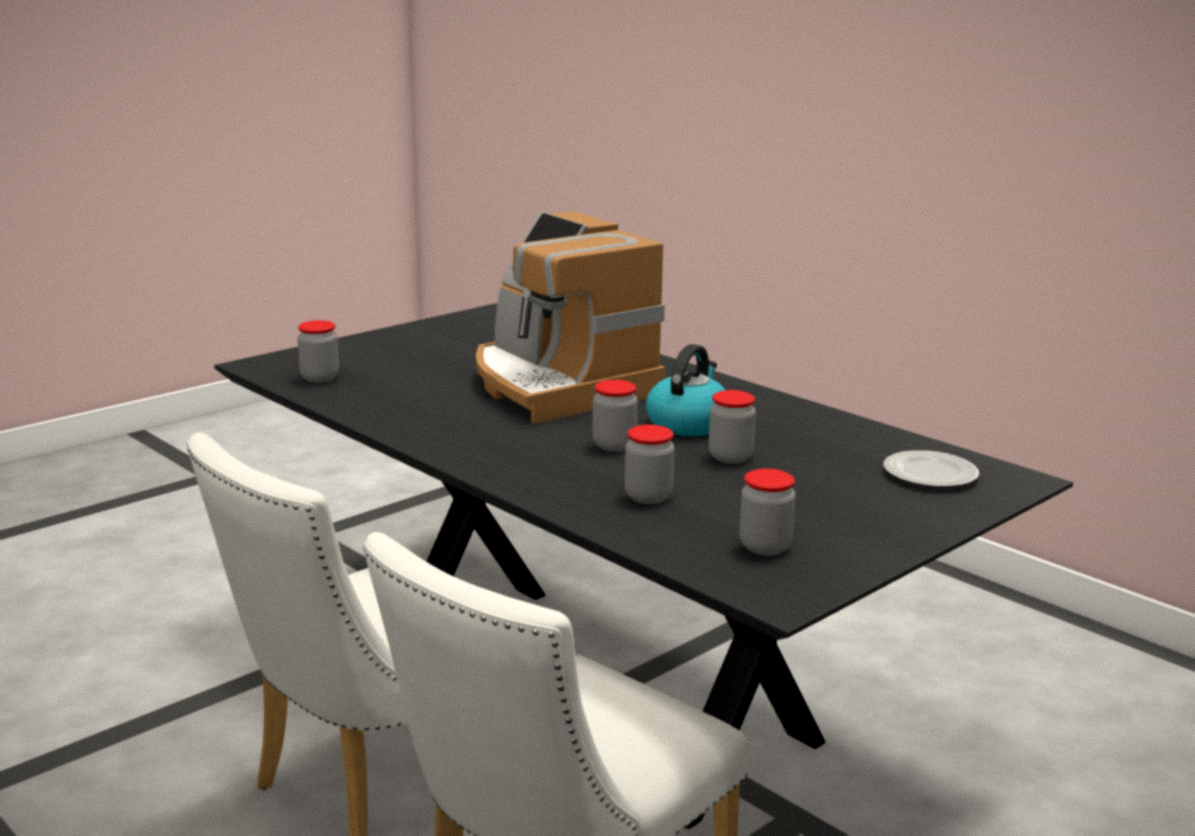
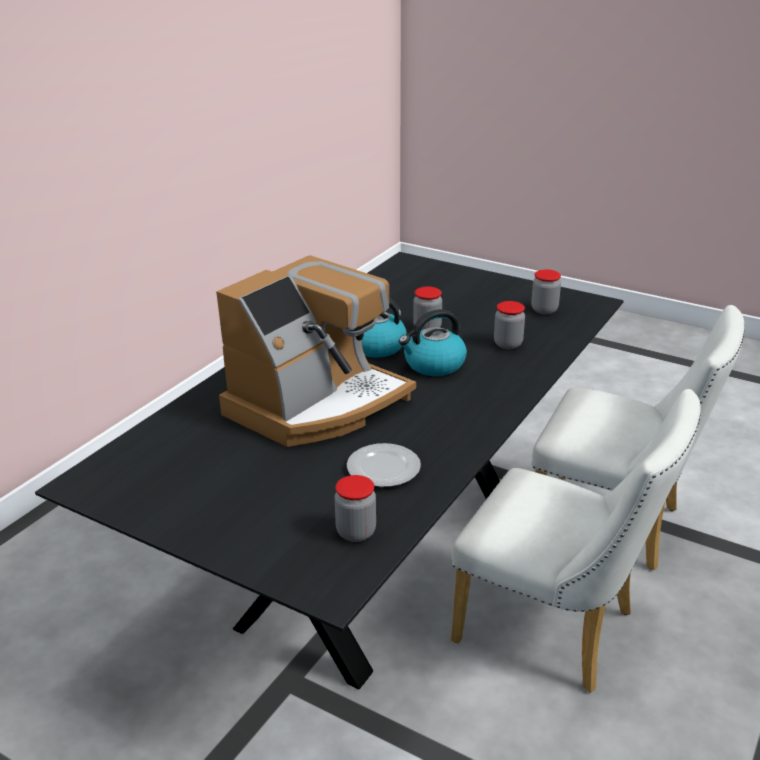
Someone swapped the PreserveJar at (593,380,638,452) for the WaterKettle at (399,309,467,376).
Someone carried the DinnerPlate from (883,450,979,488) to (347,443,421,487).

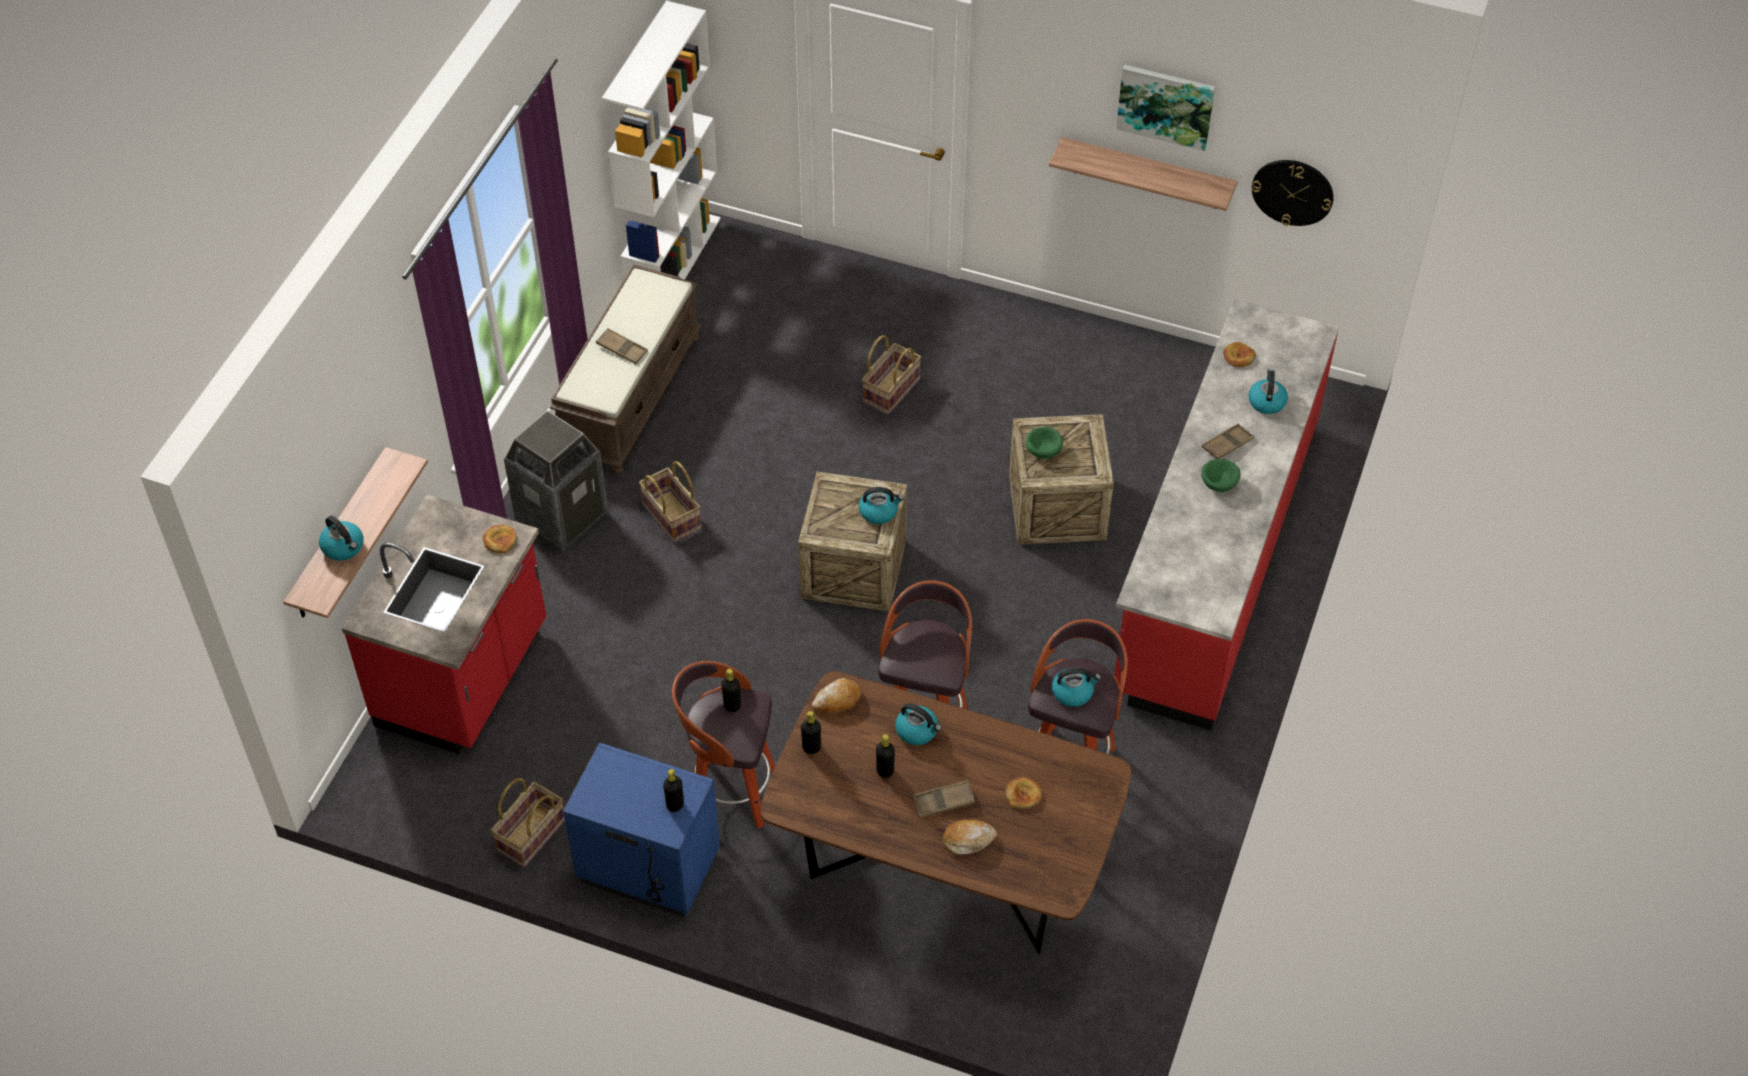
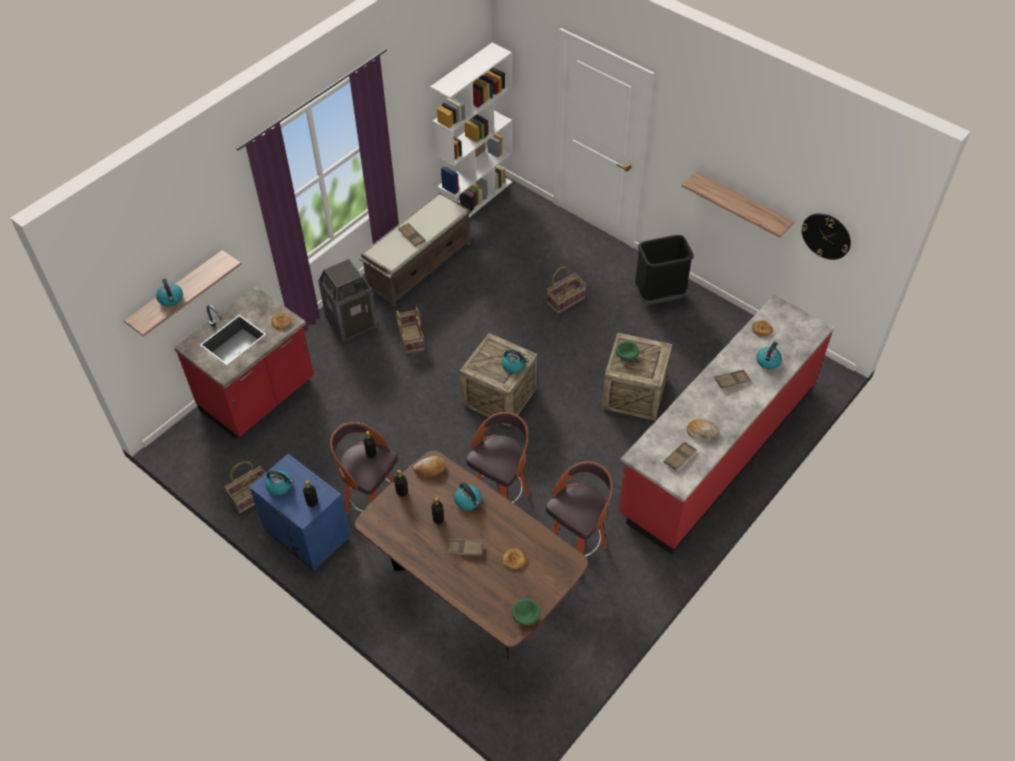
Someone took away the WallArt at (1116,65,1215,151).
Someone carried the GreenBowl from (1201,459,1241,492) to (512,599,540,626).
Someone carried the WaterKettle from (1052,668,1101,707) to (265,471,294,495).
Someone carried the BakeryBread from (943,820,997,855) to (687,419,719,439).
Someone put down the BlackishTrashCan at (635,235,694,305).
Someone put down the BrownishTray at (664,441,697,470).

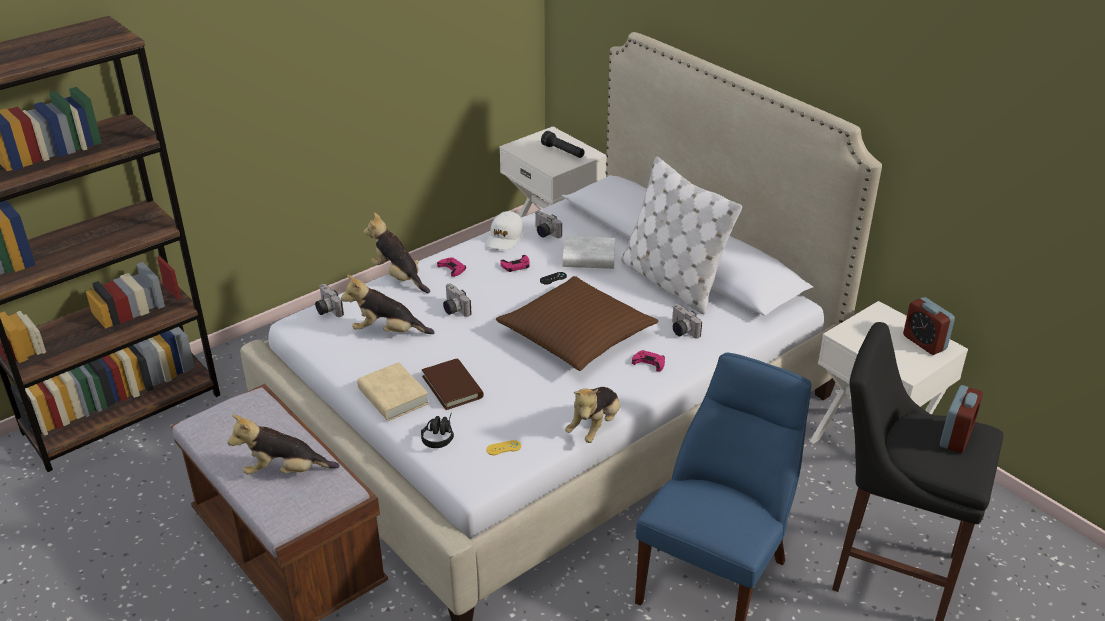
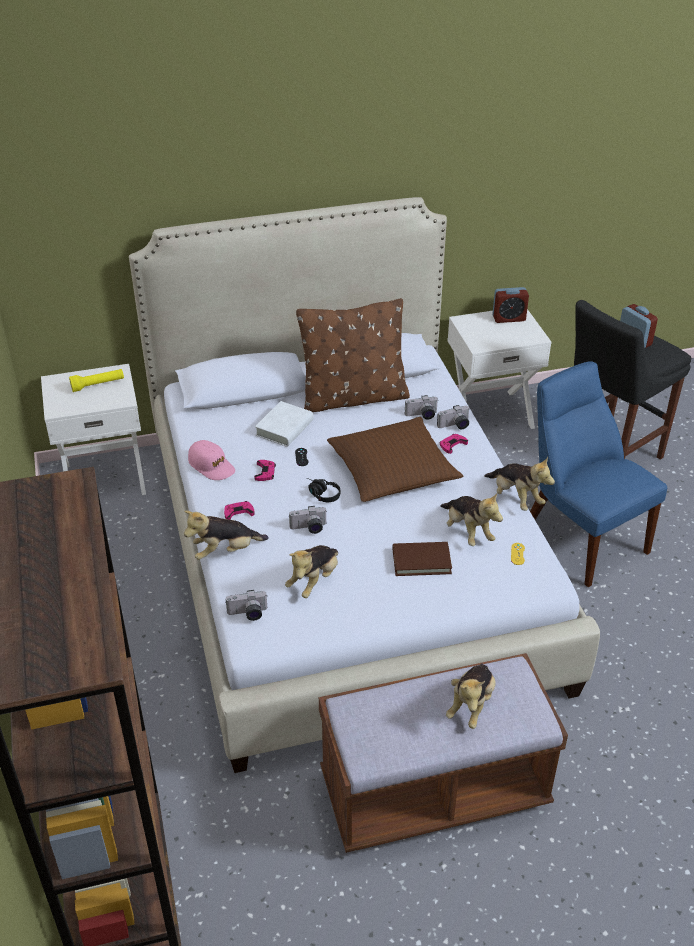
Someone repainted the BlackishHandTorch at (541,131,585,158), which became the YellowishHandTorch at (69,369,124,392).
Someone repainted the WhiteColouredPillow at (621,157,742,314), which became the BrownishPillow at (296,298,410,412).
Someone repainted the WhiteColouredCap at (486,211,524,250), which became the PinkCap at (188,440,235,480).
Someone carried the PhotoCamera from (535,211,562,238) to (437,405,469,429).
Someone took away the BeigeBook at (357,362,429,421).
Someone carried the BlackishHeadset from (421,413,454,448) to (307,478,341,502).
Someone put down the PlushToy at (440,493,503,546).

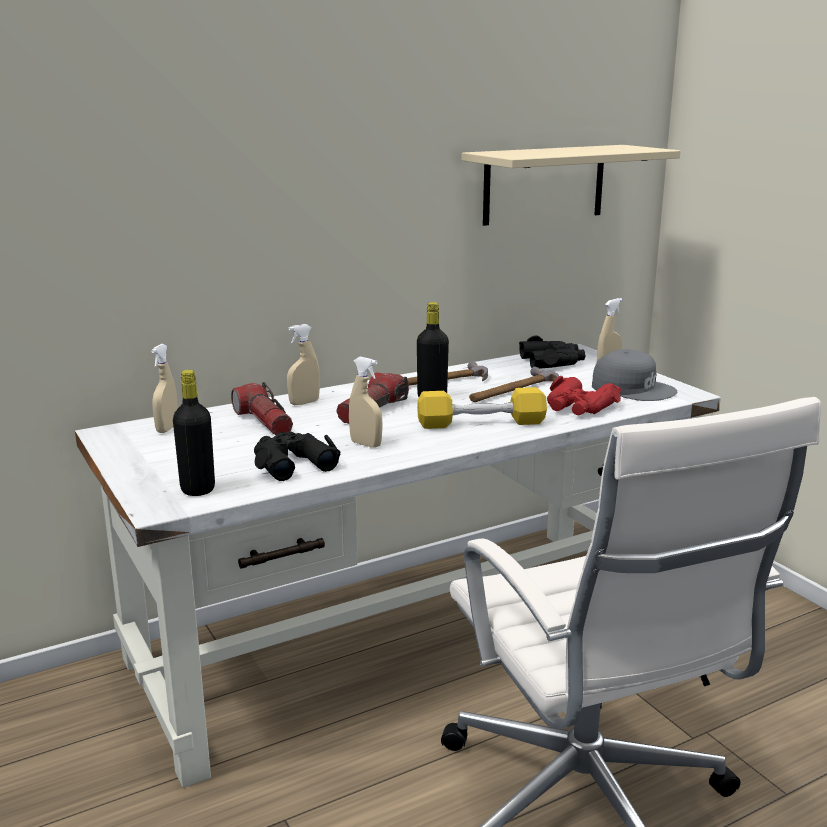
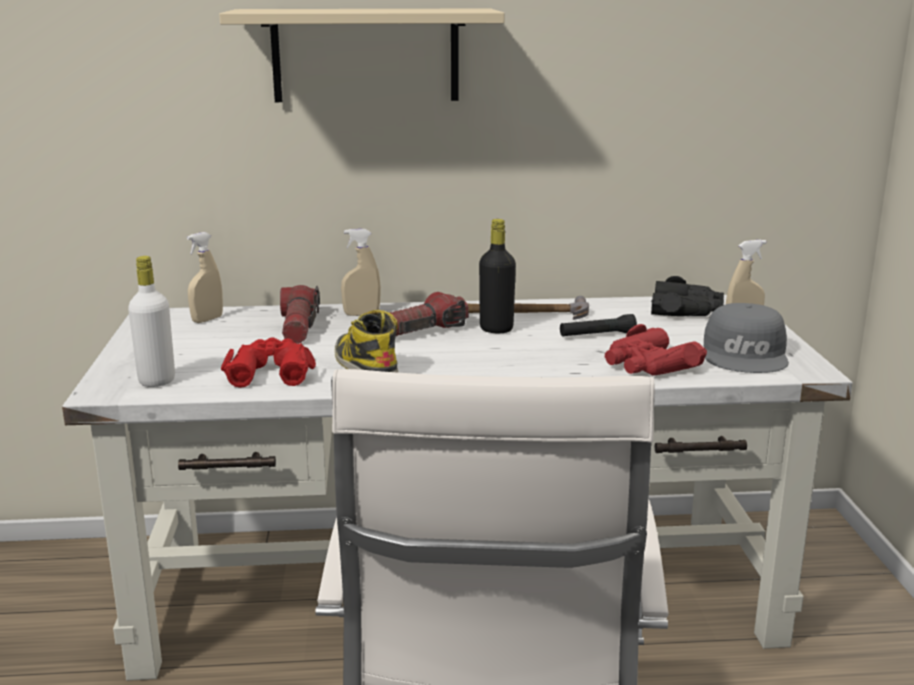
Someone carried the BeigeShelf from (462,145,681,226) to (219,8,505,102).
Someone rotated the GreyishCap at (592,349,677,401) by 45 degrees clockwise.
Someone swapped the BeigeSprayBottle at (349,357,383,448) for the TallBoot at (335,310,399,373).
Someone swapped the HandHammer at (469,367,559,402) for the BlackishHandTorch at (560,314,637,337).
Someone repainted the BlackishBeverageBottle at (173,370,215,496), which became the WhiteColouredBeverageBottle at (128,256,175,387).
Someone took away the YellowishFreeWeight at (417,387,547,429).
Someone repainted the BlackishPairOfBinoculars at (254,431,341,481), which became the RedPairOfBinoculars at (221,337,316,388).

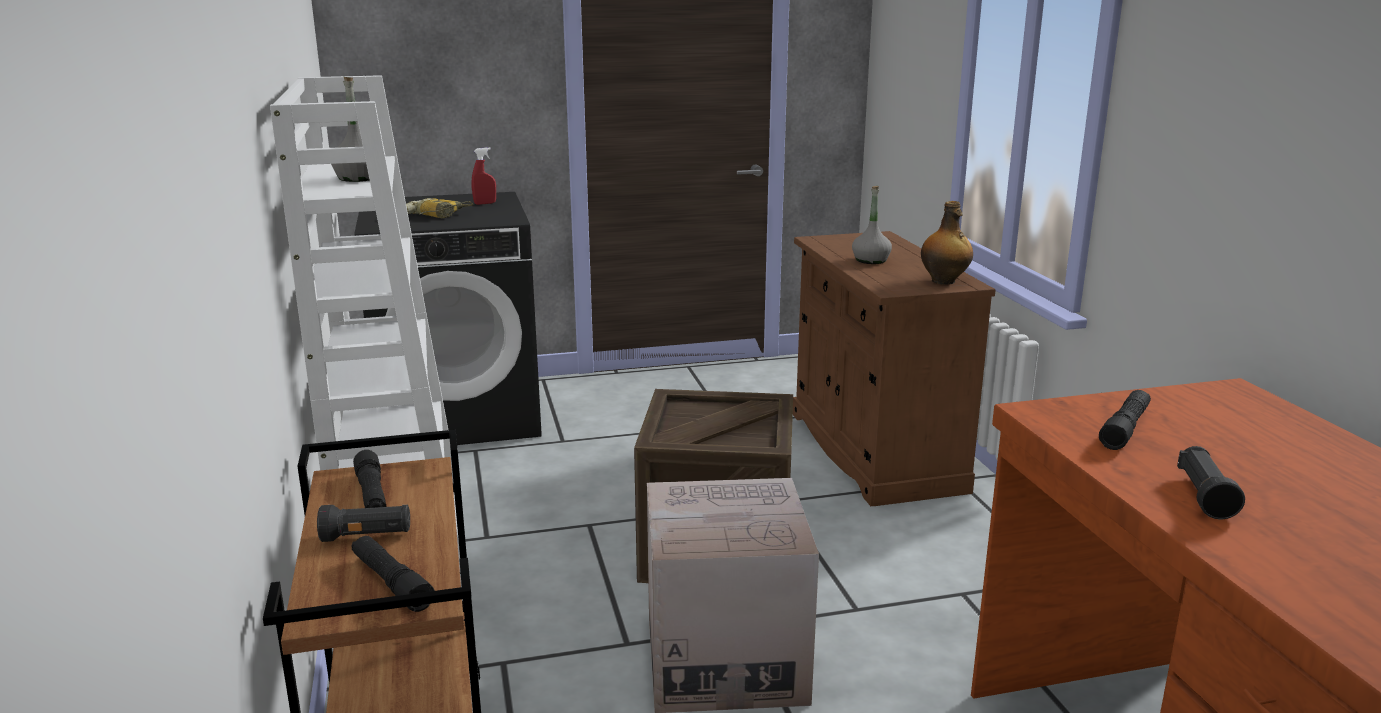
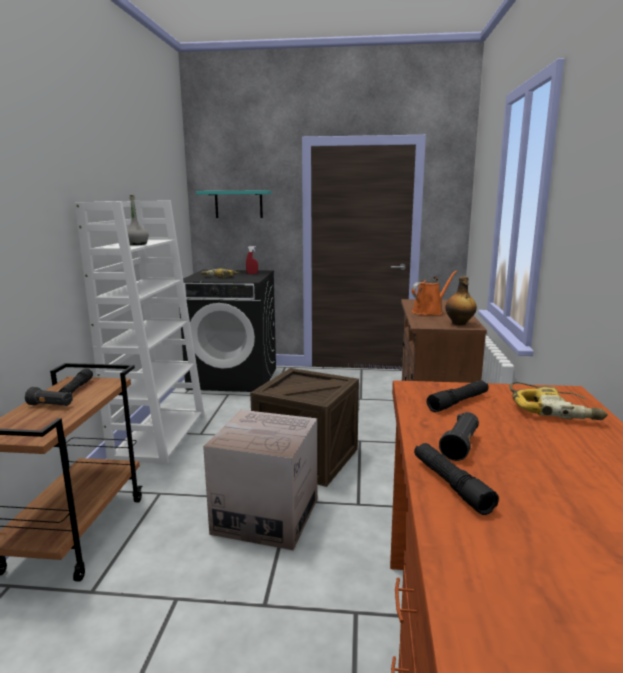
Someone swapped the GreyishBeverageBottle at (852,186,892,264) for the OrangeWateringCan at (412,271,457,315).
Someone carried the BlackishHandTorch from (352,536,434,612) to (414,443,499,515).
Someone put up the TurquoiseShelf at (196,190,272,218).
Someone put down the ElectricDrill at (509,382,608,420).

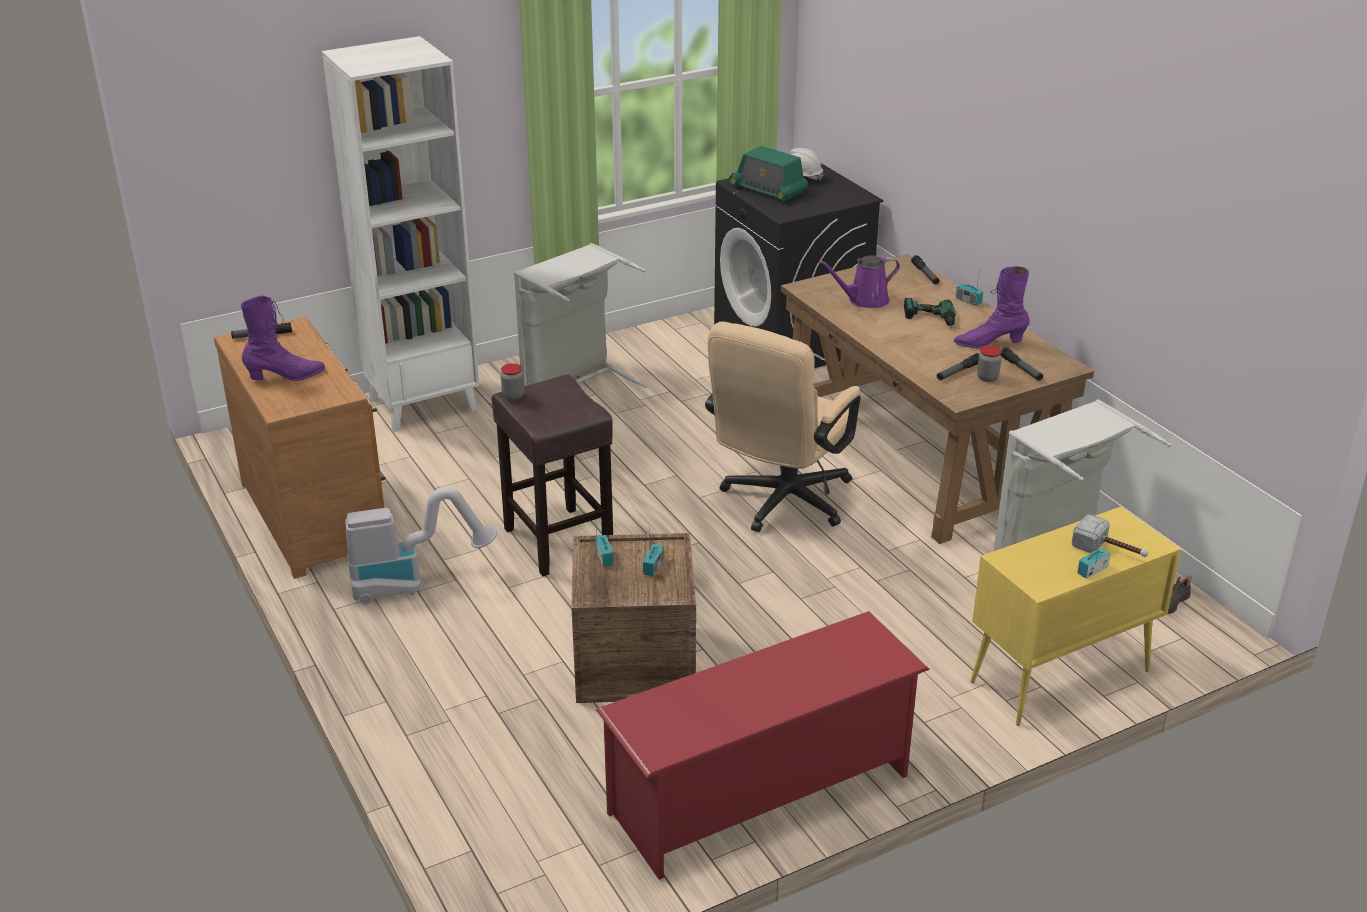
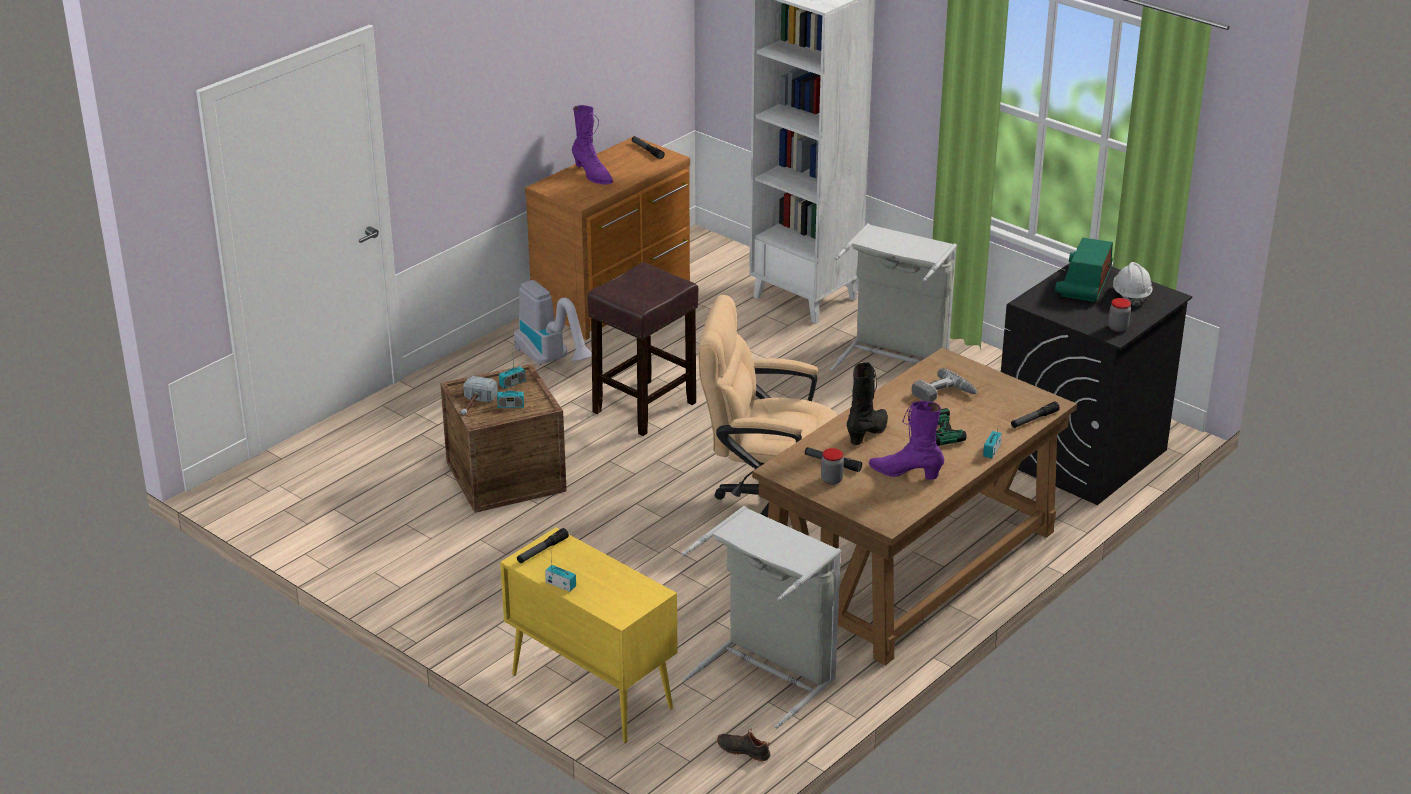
Someone swapped the PurpleColouredWateringCan at (818,255,900,308) for the ElectricDrill at (912,368,977,402).
Someone rotated the PurpleColouredTallBoot at (954,266,1030,348) by 45 degrees counterclockwise.
Someone carried the HandTorch from (1000,347,1043,381) to (517,528,569,563).
Someone carried the PreserveJar from (501,363,524,400) to (1108,298,1131,332).
Someone carried the HandHammer from (1072,515,1148,557) to (461,376,498,415).
Someone took away the RedShoeRack at (596,611,929,880).
Someone put down the BlackishTallBoot at (847,362,888,445).

